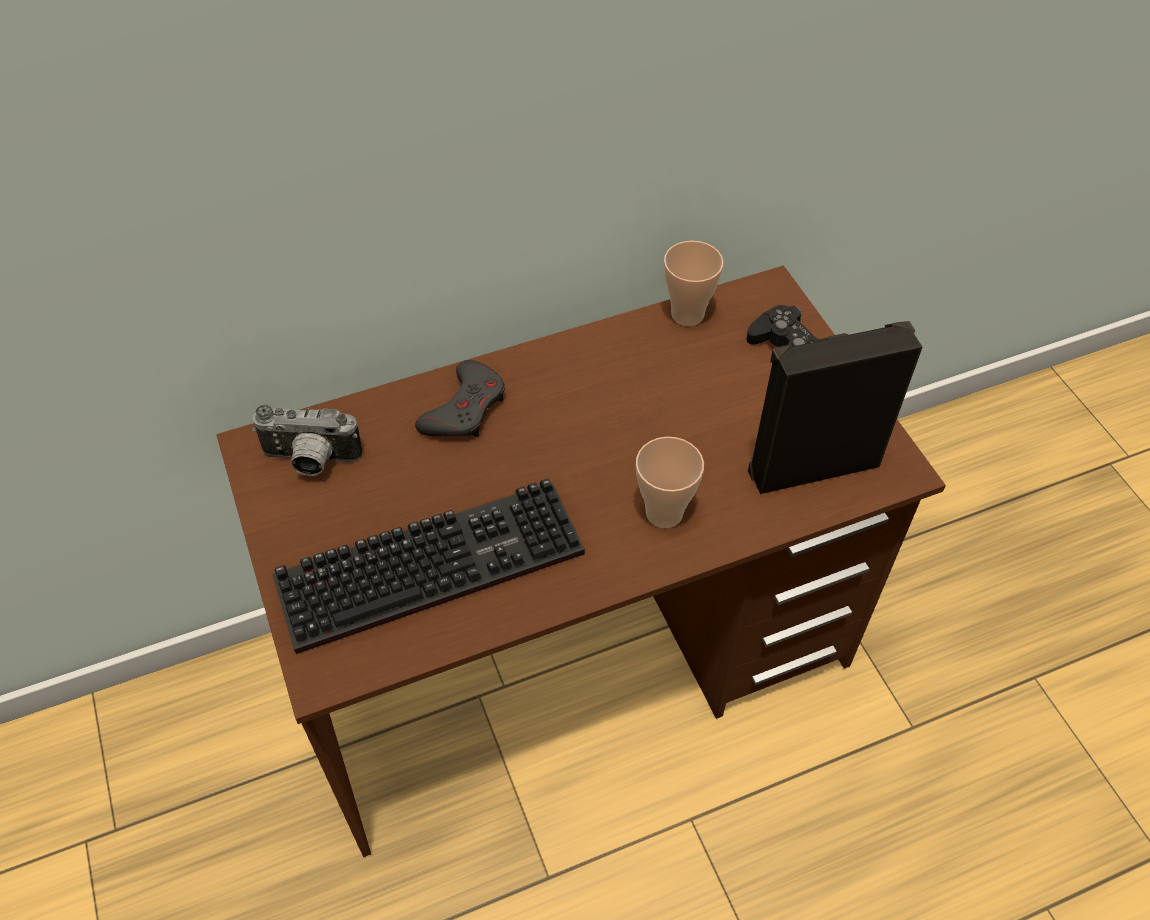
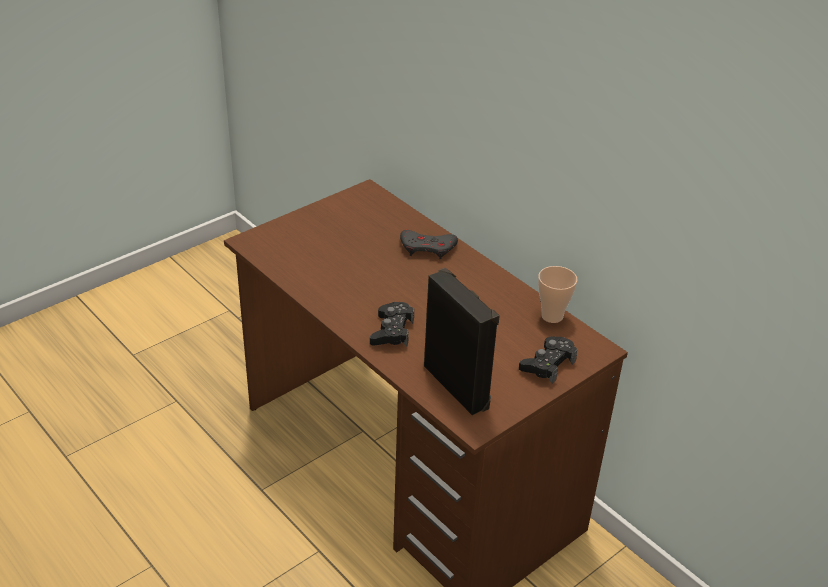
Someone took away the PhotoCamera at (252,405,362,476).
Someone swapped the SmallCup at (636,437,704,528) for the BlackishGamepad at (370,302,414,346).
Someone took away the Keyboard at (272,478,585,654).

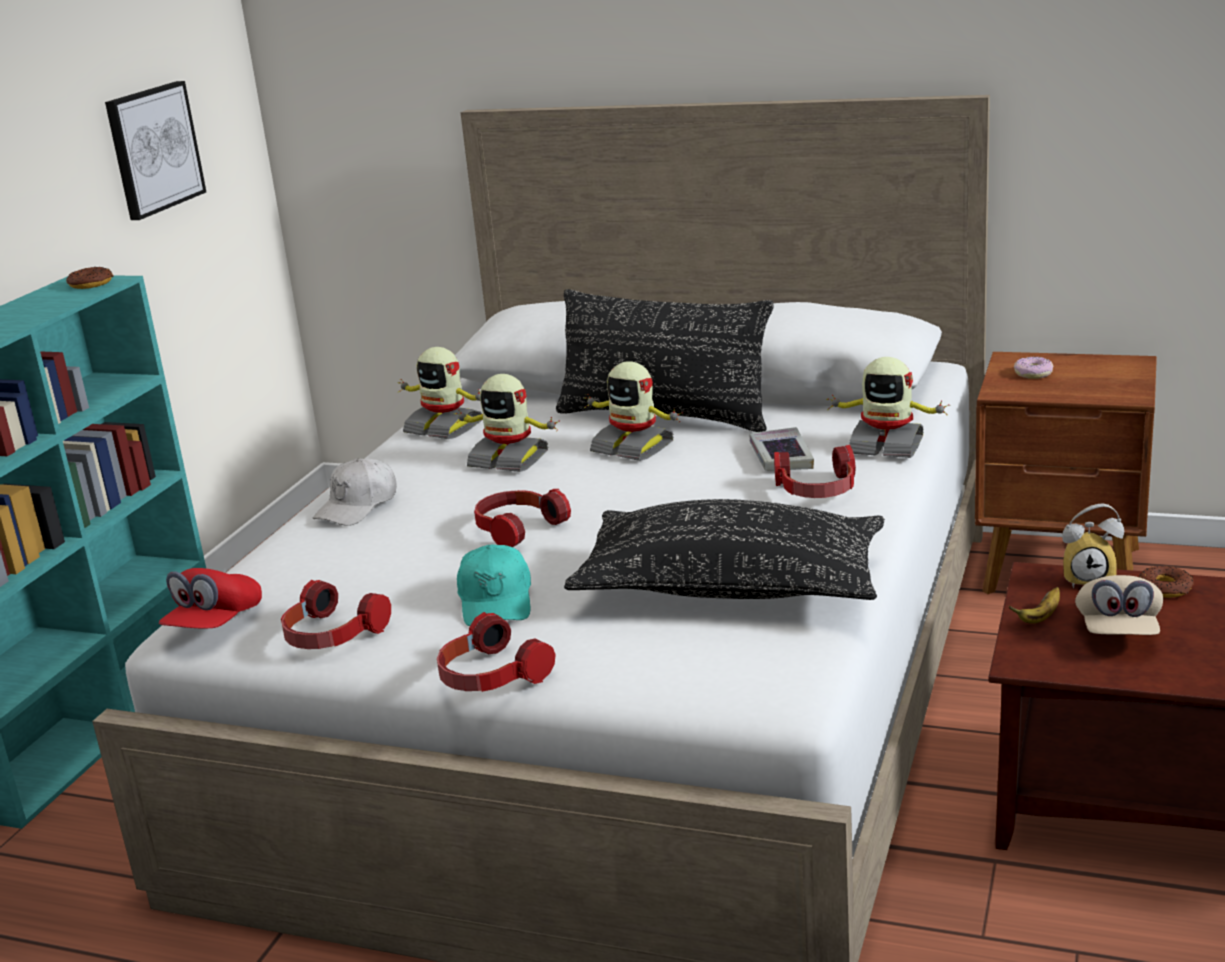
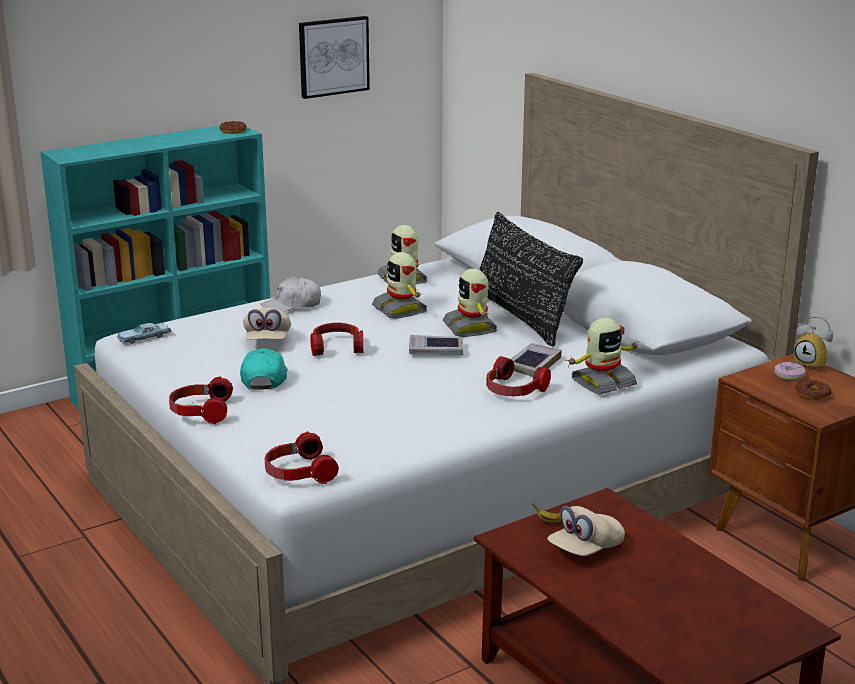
Someone rotated the ModelRobot at (826,357,950,458) by 90 degrees counterclockwise.
Someone took away the BlackishPillow at (564,499,885,600).
Someone carried the AlarmClock from (1062,503,1124,588) to (794,315,833,371).
Someone rotated the TurquoiseCap at (457,544,531,626) by 150 degrees clockwise.
Someone carried the Donut from (1139,566,1194,598) to (796,380,832,400).
Someone swapped the RedCap at (159,568,262,628) for the BluishToyCar at (117,323,171,344).
Someone carried the Headset from (281,580,391,649) to (265,431,339,484).
Someone put down the BeigeCap at (243,308,291,340).
Someone put down the Book at (409,335,463,355).

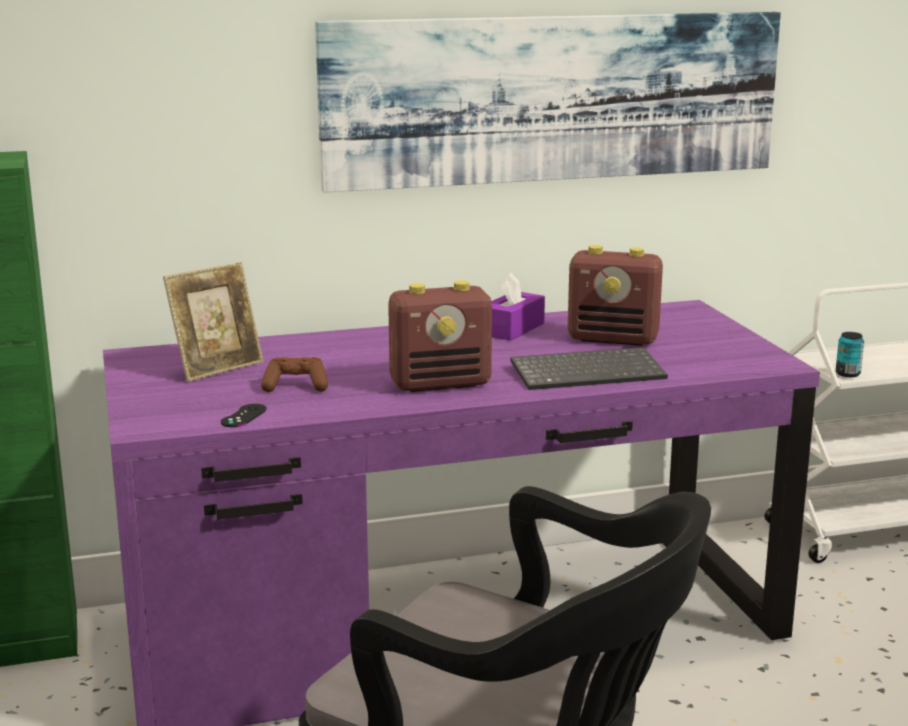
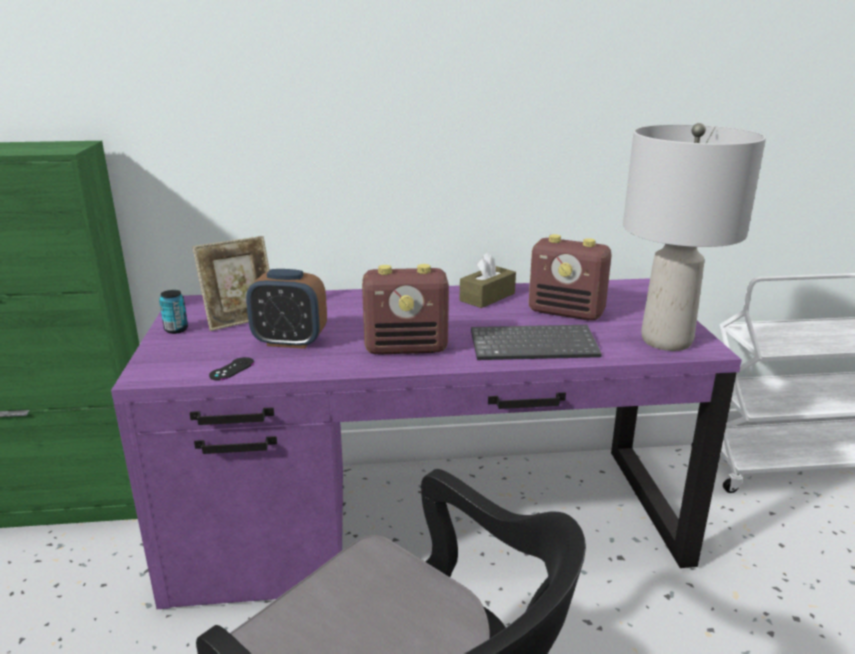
Someone took away the WallArt at (315,12,781,193).
Someone repainted the PurpleColouredTissueHolder at (492,273,545,341), which became the BrownishTissueHolder at (460,252,516,308).
Someone carried the SealedCan from (836,332,864,377) to (159,290,188,334).
Someone swapped the BrownishGamepad at (261,357,328,392) for the AlarmClock at (246,269,327,349).
Someone put down the GreyishLampForATable at (623,123,766,351).

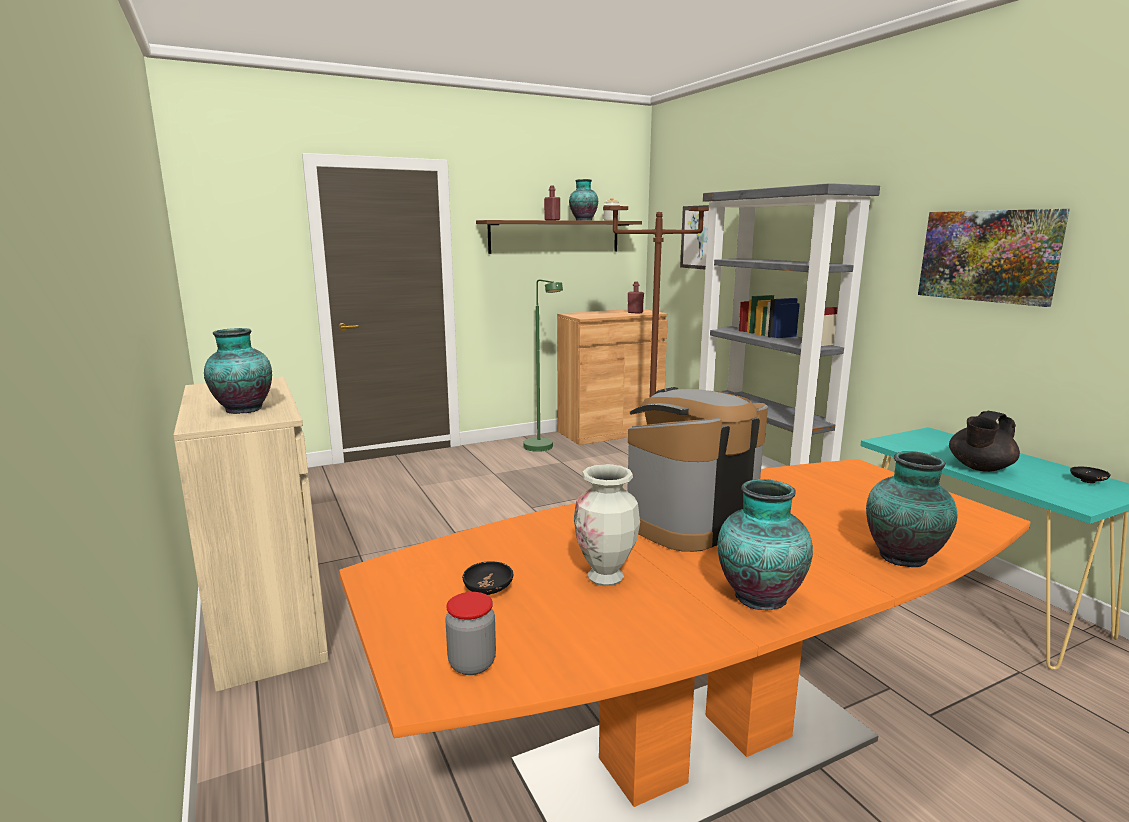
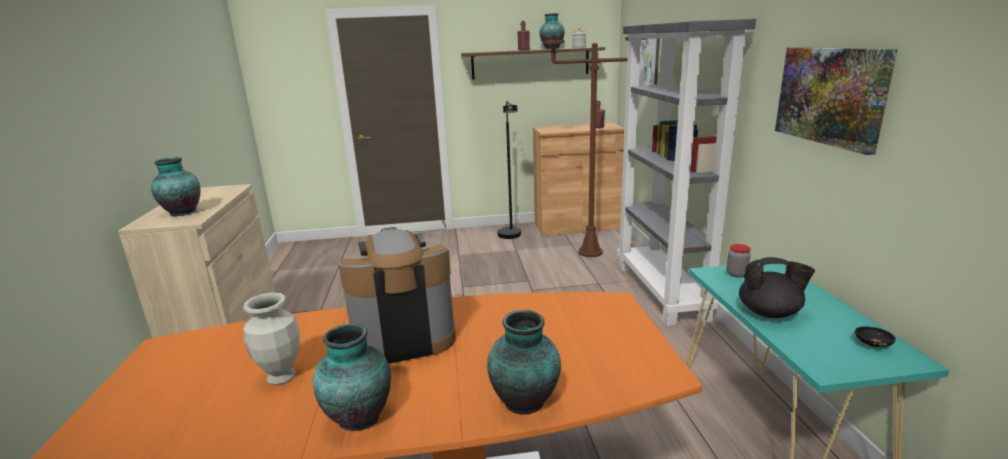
Someone repainted the GreenFloorLamp at (523,279,563,452), which became the BlackishFloorLamp at (497,101,521,239).
Someone rotated the BlackishPotForTea at (949,411,1020,472) by 150 degrees counterclockwise.
Someone took away the BlackishBowl at (462,561,513,595).
Someone carried the PreserveJar from (445,592,496,675) to (726,244,751,277).

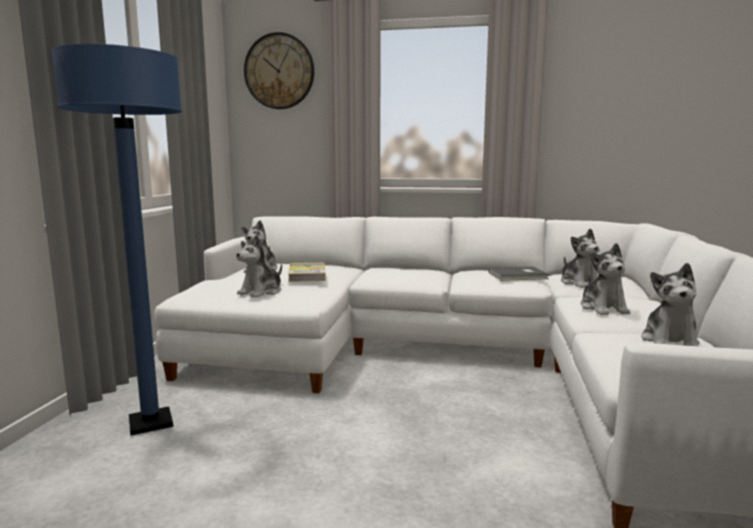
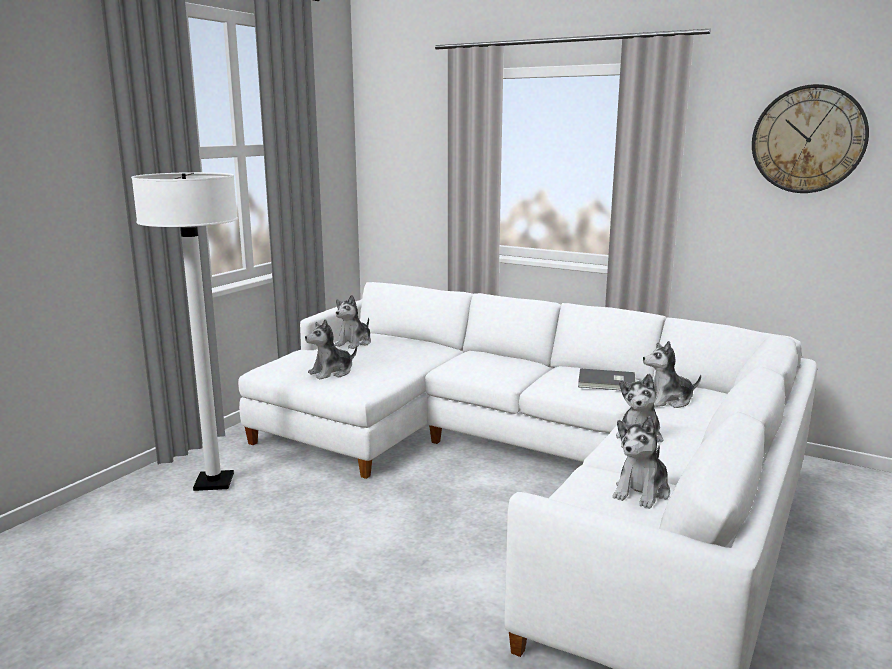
Someone carried the WallClock from (244,32,314,109) to (752,84,869,193).
Someone repainted the BluishFloorLamp at (51,44,182,436), which became the WhiteColouredFloorLamp at (131,172,238,491).
Someone rotated the PlushToy at (561,228,600,288) by 75 degrees clockwise.
Someone took away the Book at (288,262,326,282).

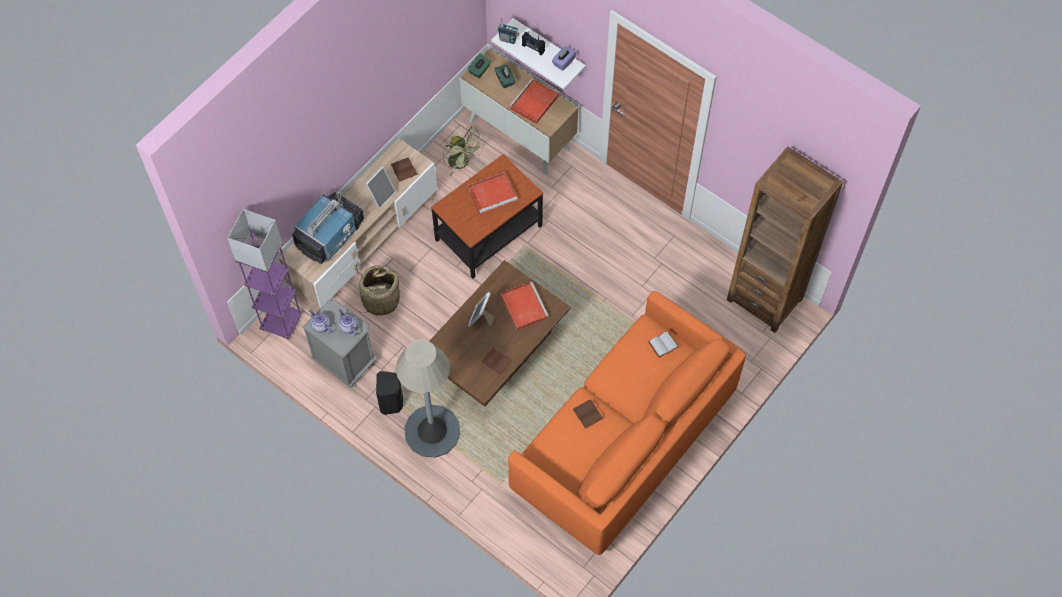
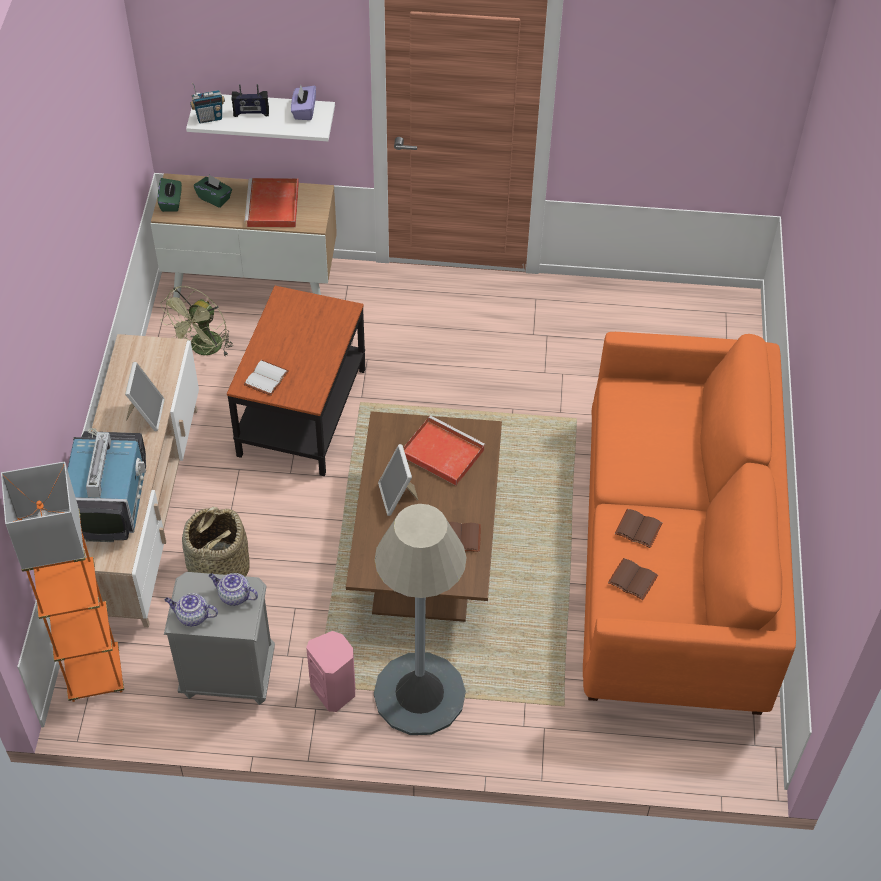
Someone rotated the GreenFan at (443,126,484,176) by 105 degrees clockwise.
Someone took away the BrownishBookshelf at (727,146,843,333).
Someone carried the BrownishBook from (390,157,417,182) to (608,558,658,600).
Someone took away the RedTray at (467,172,518,214).
Someone repainted the PurpleColouredFloorLamp at (227,209,303,339), which became the OrangeFloorLamp at (1,461,124,702).
Someone carried the WhiteColouredBook from (648,331,679,358) to (244,360,289,396).
Someone repainted the BlackishLoudspeaker at (376,371,403,415), which became the PinkLoudspeaker at (306,631,355,712).

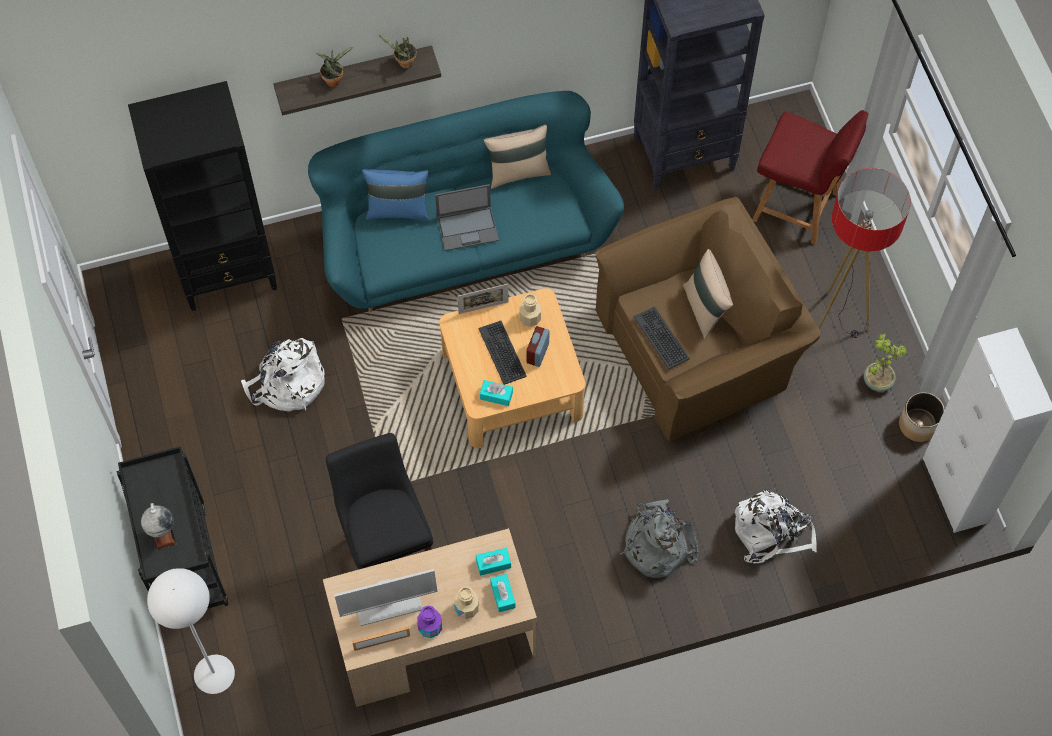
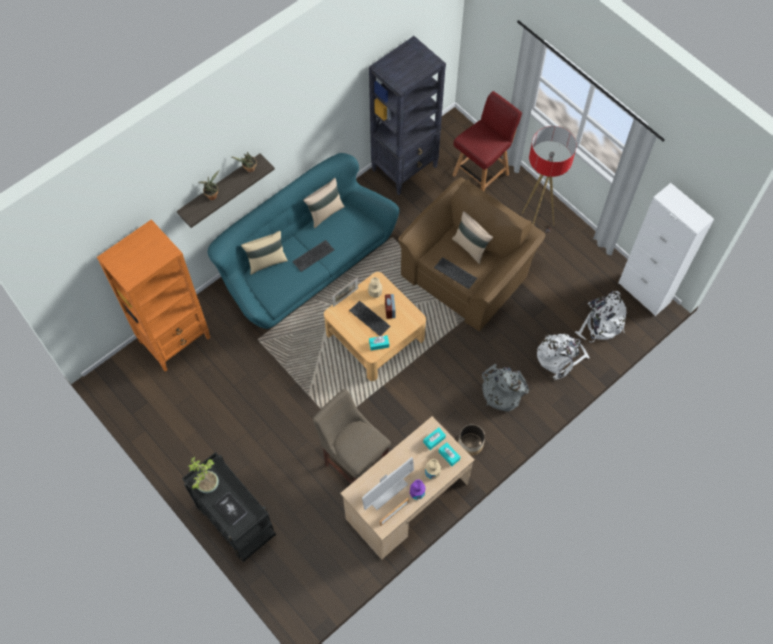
Someone repainted the BlackishBookshelf at (128,81,277,311), which became the OrangeBookshelf at (97,219,210,372).
Someone rotated the RedChair at (752,110,869,245) by 45 degrees counterclockwise.
Someone repainted the BluishPillow at (362,169,429,221), which became the BeigePillow at (241,231,288,275).
Someone swapped the PortableComputer at (435,184,499,251) for the Keyboard at (292,240,334,272).
Someone carried the Houseplant from (864,334,908,392) to (188,457,219,493).
Someone carried the WhiteColouredKnapsack from (241,338,325,412) to (575,291,627,343).
Someone carried the PlantPot from (899,392,945,442) to (458,424,485,456).
Someone repainted the BlackishStoolSeat at (326,433,433,570), which became the BeigeStoolSeat at (313,389,391,484).
Someone swapped the Globe at (141,503,176,550) for the Book at (214,492,247,525).
Someone took away the WhiteColouredFloorLamp at (147,568,235,694).

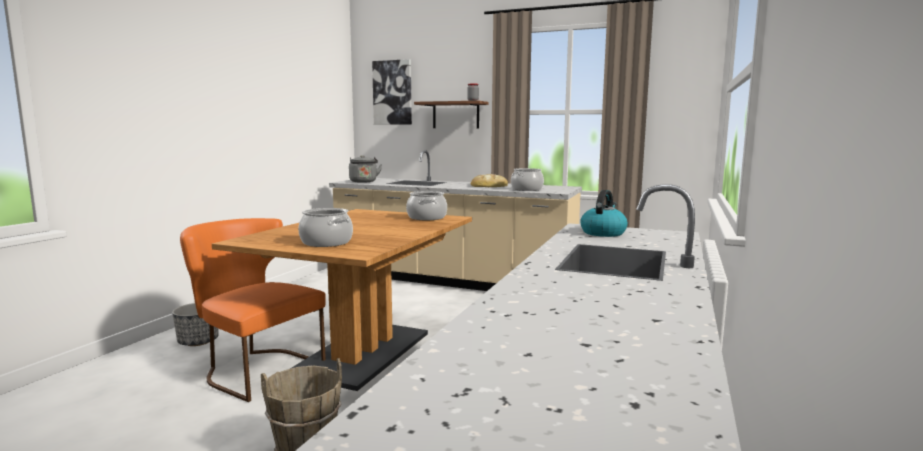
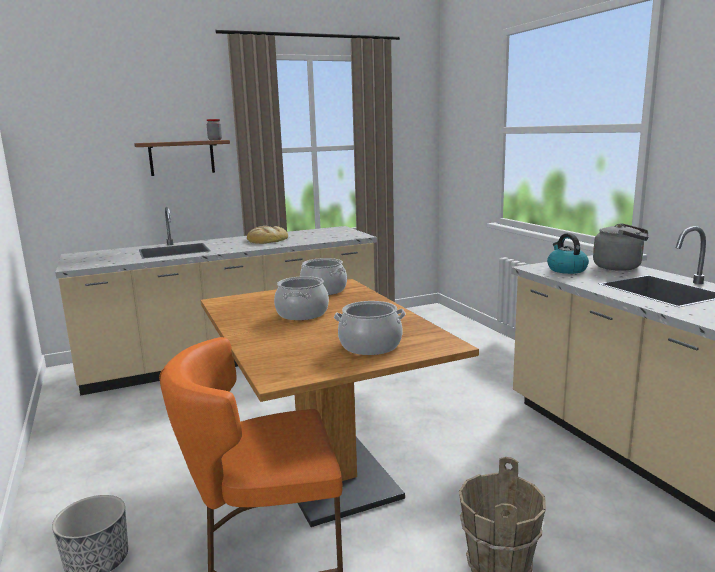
Someone took away the WallArt at (372,59,412,124).
Someone carried the GreyishWaterKettle from (349,155,382,183) to (593,223,649,271).
Someone carried the Saucepot from (511,168,544,191) to (274,276,329,320).

